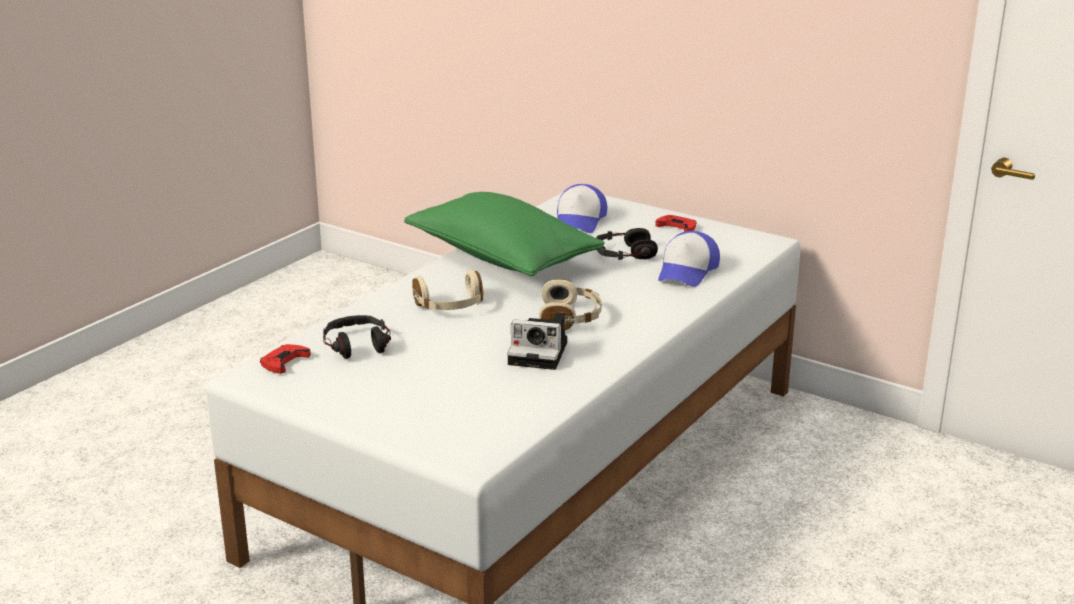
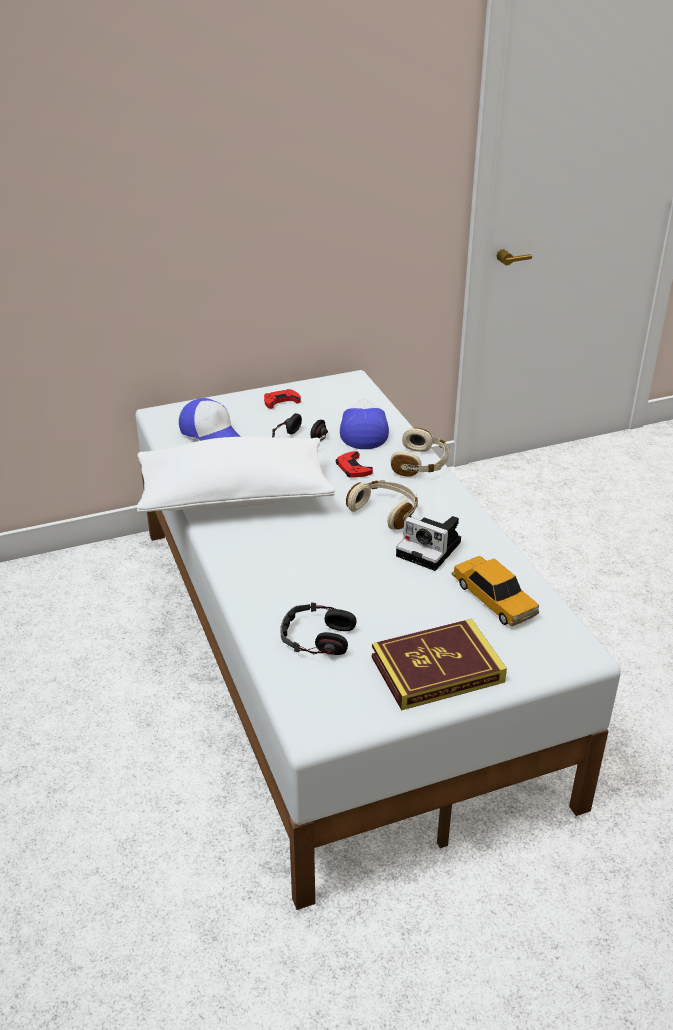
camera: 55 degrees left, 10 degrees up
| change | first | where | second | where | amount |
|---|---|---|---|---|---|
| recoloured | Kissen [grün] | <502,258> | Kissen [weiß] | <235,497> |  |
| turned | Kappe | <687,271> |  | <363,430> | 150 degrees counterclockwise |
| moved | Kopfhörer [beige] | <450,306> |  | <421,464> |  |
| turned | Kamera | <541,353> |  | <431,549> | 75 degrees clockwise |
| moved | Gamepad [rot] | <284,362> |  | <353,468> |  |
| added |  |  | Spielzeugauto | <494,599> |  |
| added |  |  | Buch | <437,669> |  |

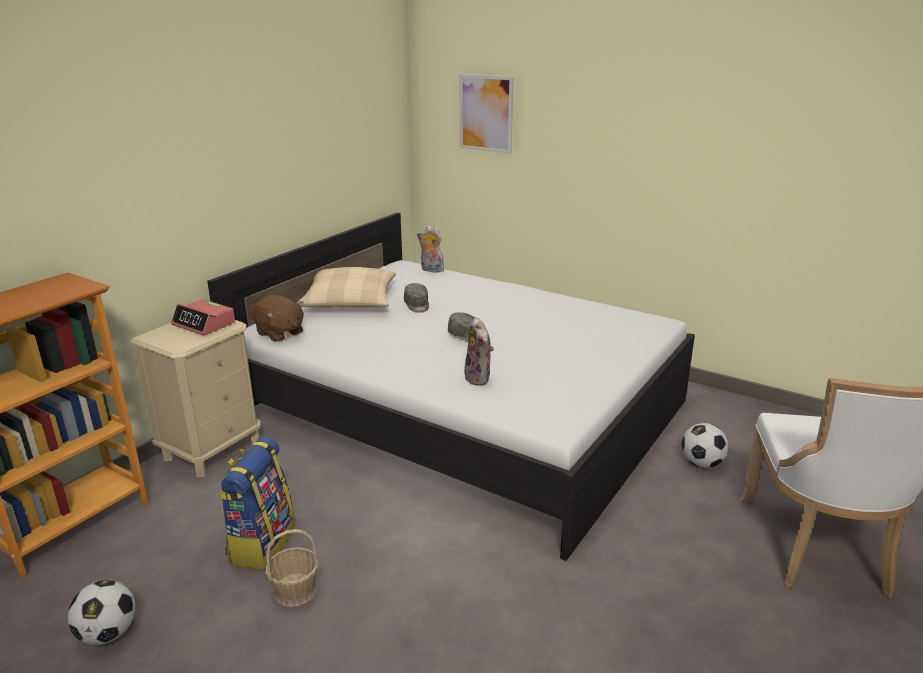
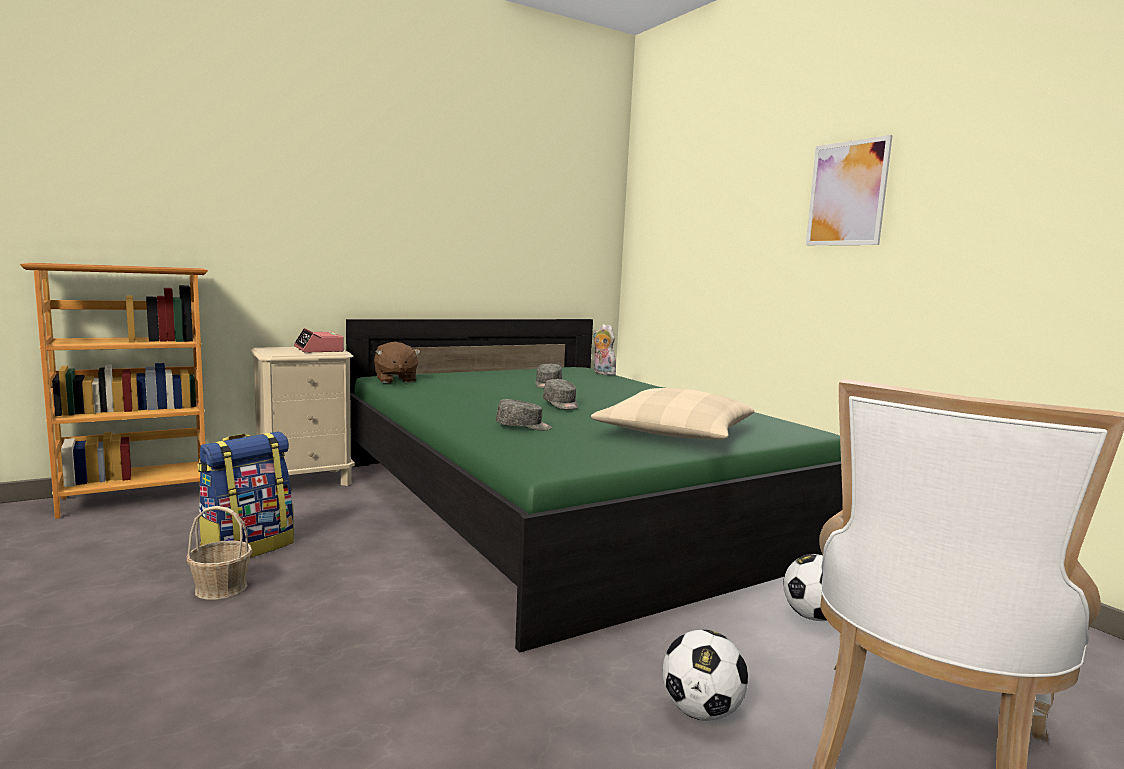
camera: 25 degrees right, 15 degrees down
| change | first | where | second | where | amount |
|---|---|---|---|---|---|
| moved | Bild | <486,113> |  | <847,193> |  |
| recoloured | Bett [weiß] | <460,410> | Bett [grün] | <563,505> |  |
| moved | Kissen [beige] | <349,301> |  | <674,433> |  |
| replaced | Plüschtier | <479,378> | Kappe [grau] | <524,427> |  |
| moved | Fußball | <108,634> |  | <701,711> |  |

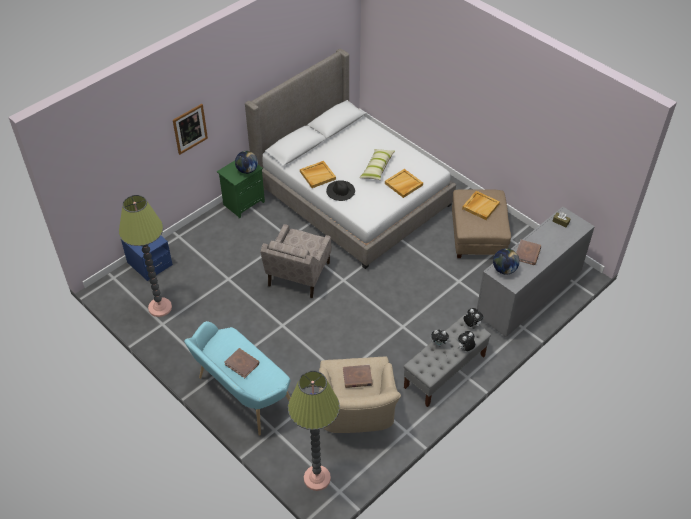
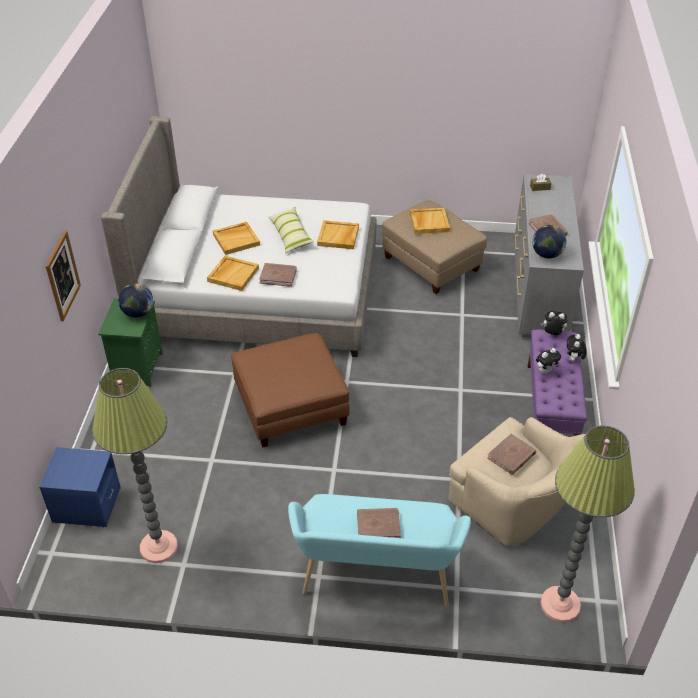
camera: 40 degrees left, 5 degrees down
| change | first | where | second | where | amount |
|---|---|---|---|---|---|
| replaced | Hut [schwarz] | <340,190> | Buch [braun] | <278,276> |  |
| replaced | Sessel [beige] | <298,275> | Polsterhocker [braun] | <291,406> |  |
| recoloured | Bank [grau] | <444,372> | Bank [lila] | <550,407> |  |
| added |  |  | Tablett [beige] | <236,239> |  |

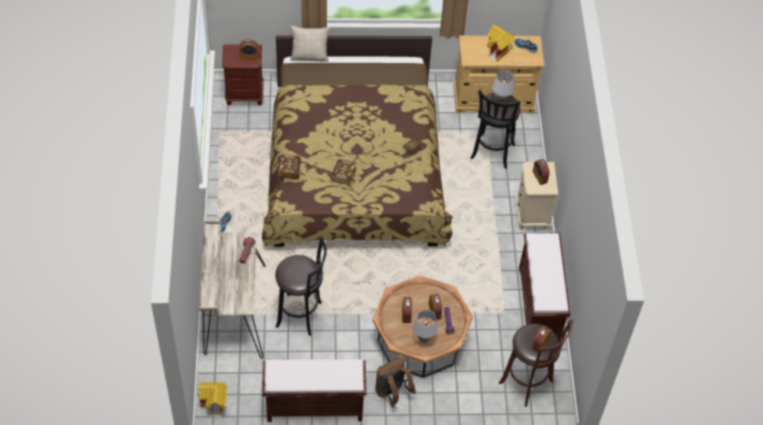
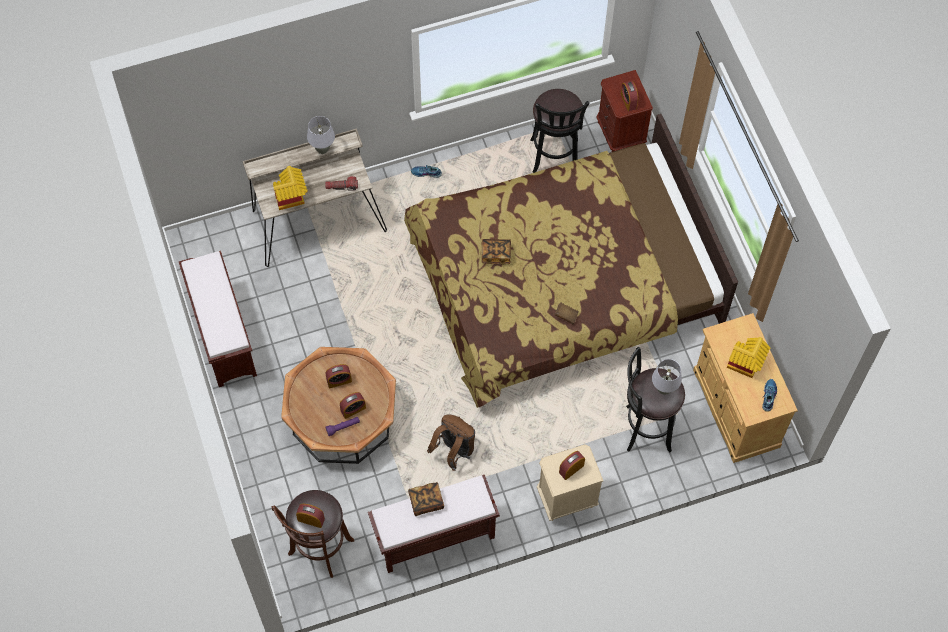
camera: 75 degrees right, 10 degrees up
| change | first | where | second | where | amount |
|---|---|---|---|---|---|
| removed | Kissen [beige] | <309,56> |  |  |  |
| moved | Buch | <289,170> |  | <426,502> |  |
| moved | Hocker [schwarz] | <301,315> |  | <554,158> |  |
| moved | Tischlampe [grau] | <424,338> |  | <322,150> |  |
| moved | Rucksack [braun] | <392,393> |  | <453,450> |  |
| moved | Spielzeughaus | <215,404> |  | <292,198> |  |

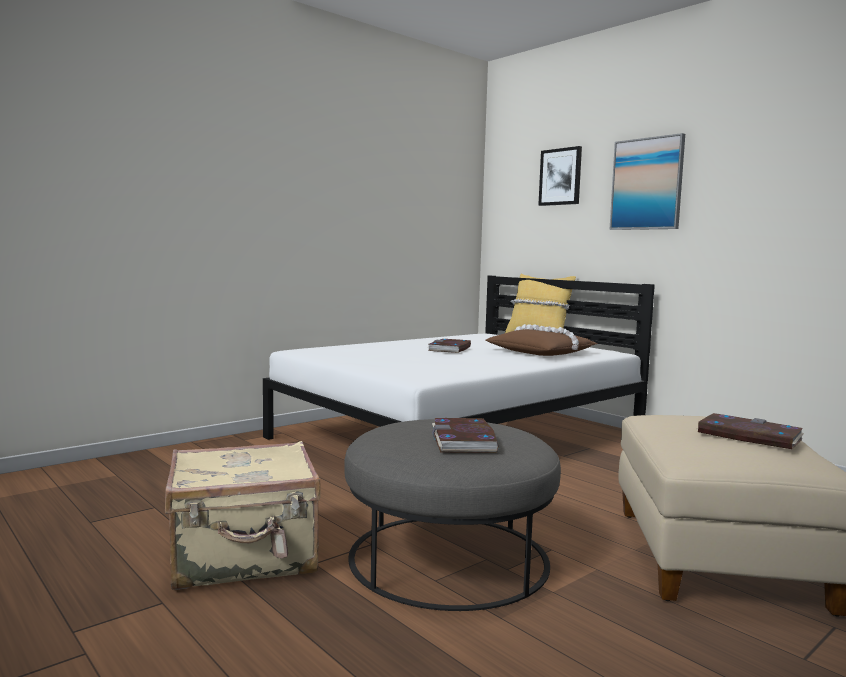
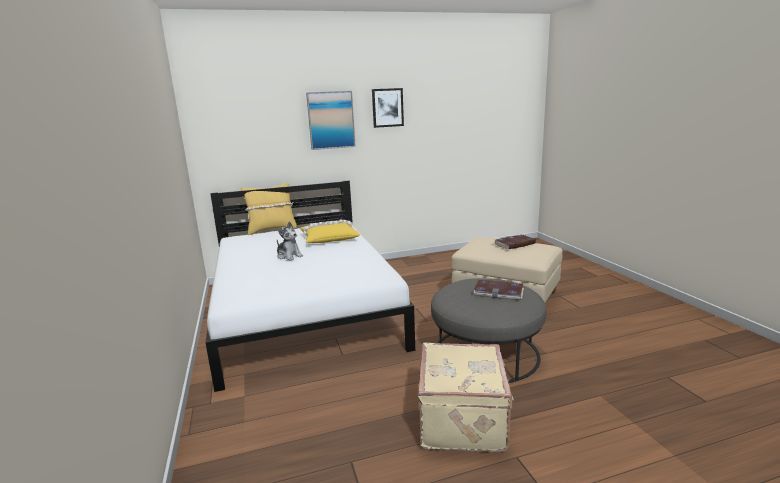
camera: 65 degrees left, 10 degrees up
| change | first | where | second | where | amount |
|---|---|---|---|---|---|
| moved | Bild | <560,177> |  | <387,107> |  |
| recoloured | Kissen [braun] | <541,352> | Kissen [gelb] | <329,238> |  |
| replaced | Buch | <450,349> | Plüschtier | <289,256> |  |

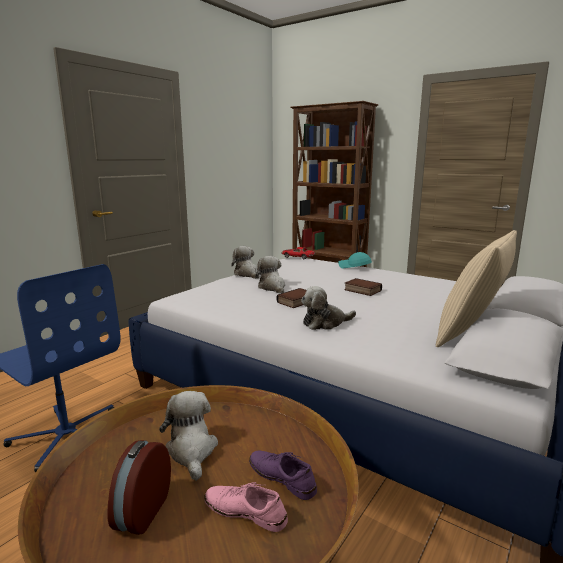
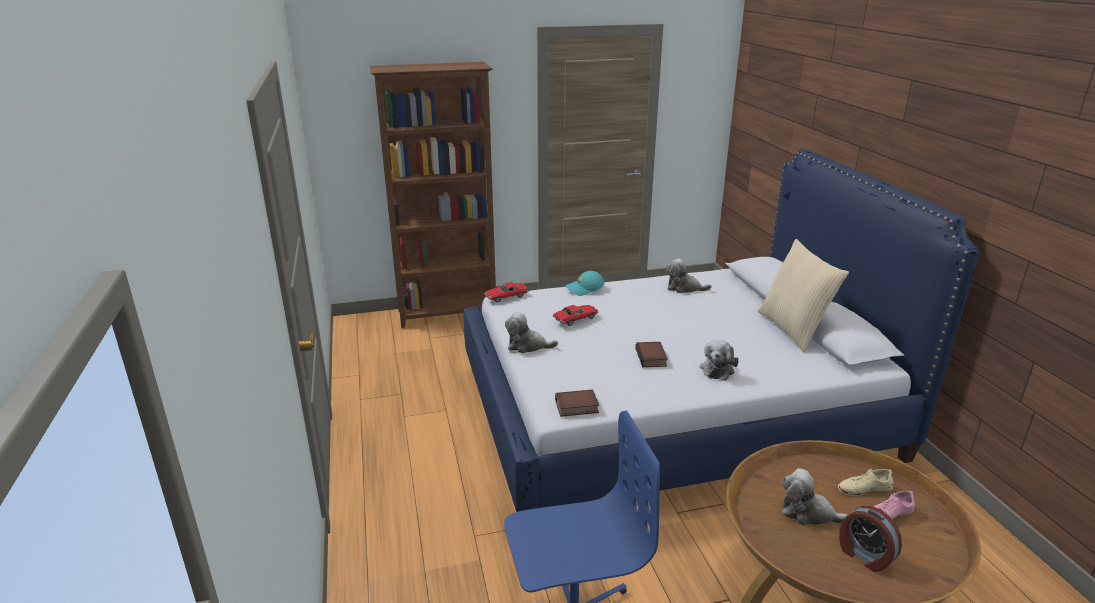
camera: 50 degrees left, 10 degrees up
| change | first | where | second | where | amount |
|---|---|---|---|---|---|
| moved | Plüschtier | <272,287> |  | <684,288> |  |
| moved | Buch | <361,290> |  | <576,407> |  |
| recoloured | Schuh [lila] | <282,477> | Schuh [beige] | <864,488> |  |
| added |  |  | Spielzeugauto | <576,319> |  |

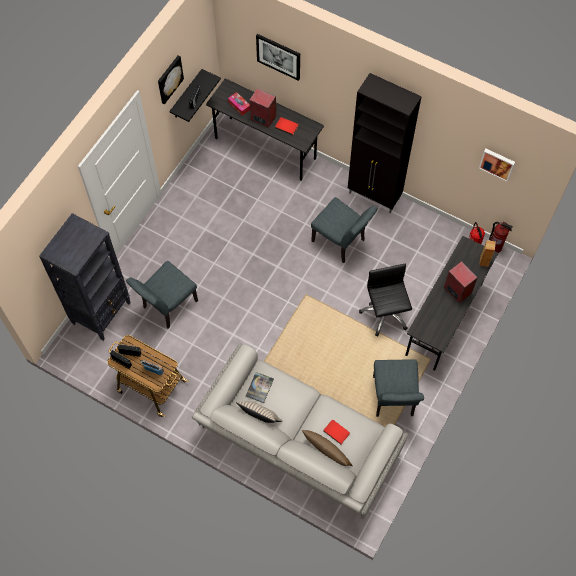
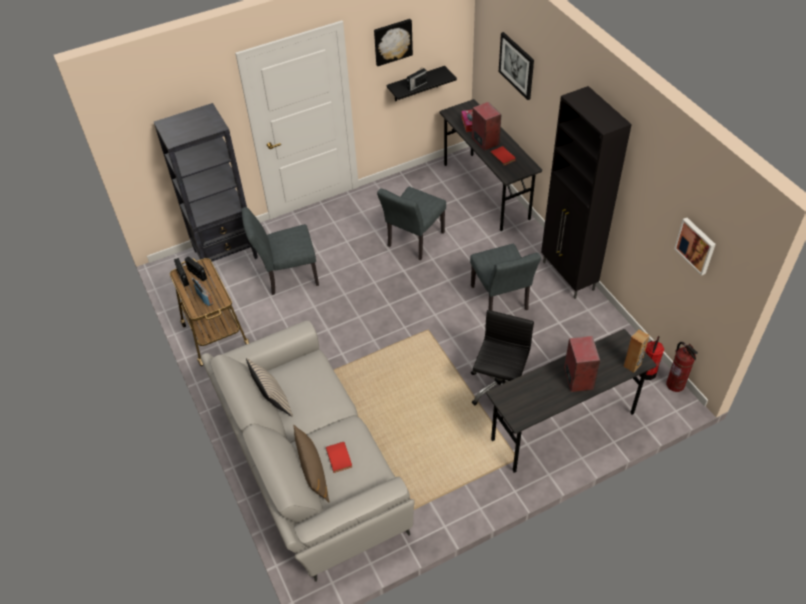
camera: 35 degrees right, 15 degrees down
| change | first | where | second | where | amount |
|---|---|---|---|---|---|
| moved | Stuhl [grau] | <393,400> |  | <413,242> |  |
| removed | Buch | <259,387> |  |  |  |

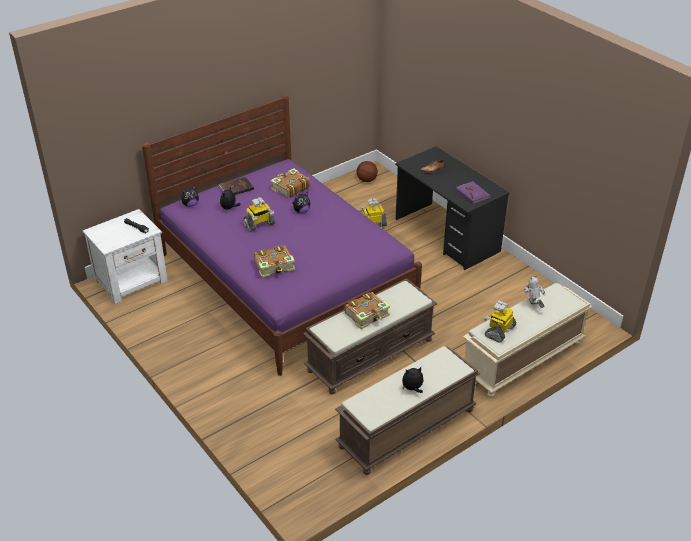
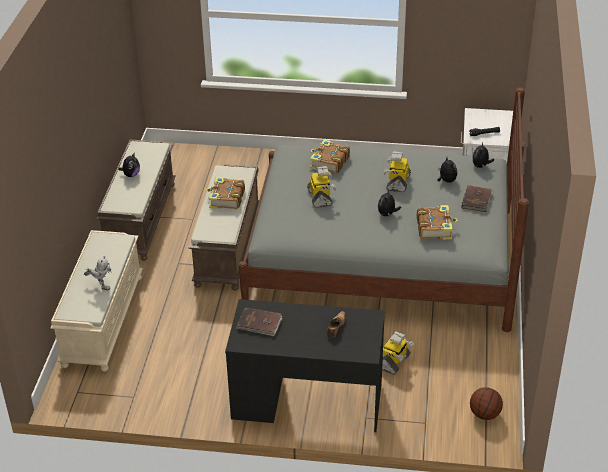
camera: 135 degrees right, 0 degrees up
| change | first | where | second | where | amount |
|---|---|---|---|---|---|
| recoloured | Bett [lila] | <285,278> | Bett [grau] | <381,258> |  |
| recoloured | Buch [lila] | <472,193> | Buch [braun] | <259,324> |  |
| moved | Spielzeugroboter | <499,331> |  | <320,198> |  |

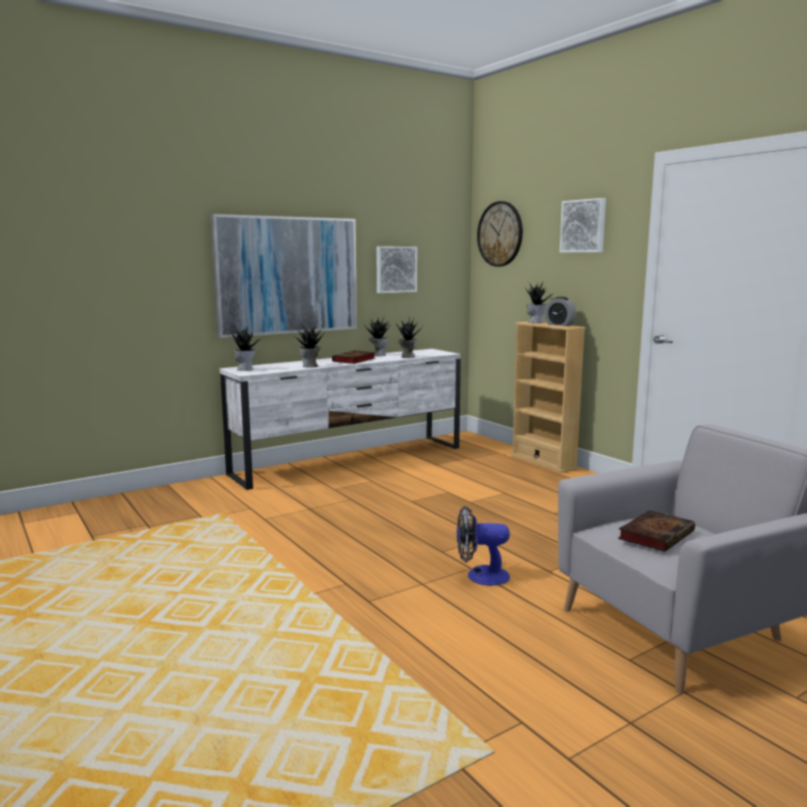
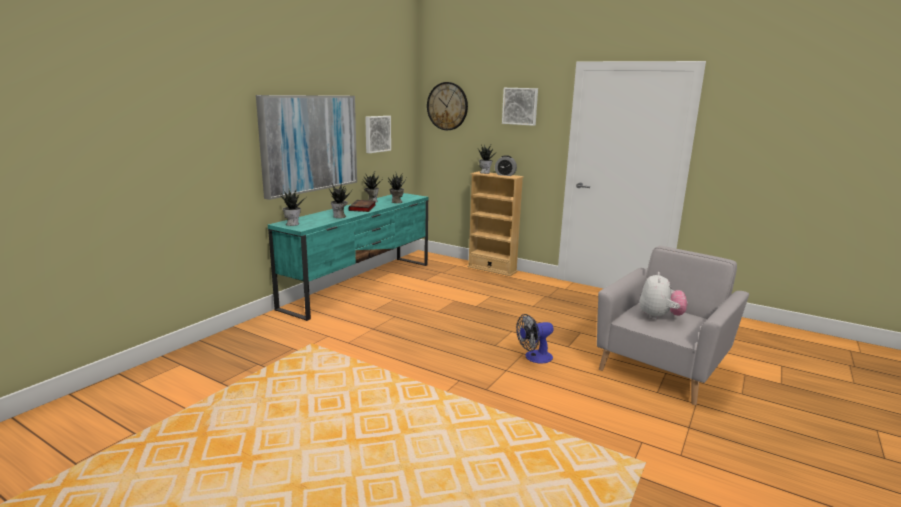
camera: 25 degrees left, 5 degrees up
| change | first | where | second | where | amount |
|---|---|---|---|---|---|
| recoloured | Fernsehschrank [weiß] | <351,460> | Fernsehschrank [türkis] | <361,284> |  |
| replaced | Buch | <656,535> | Plüschtier | <659,317> |  |

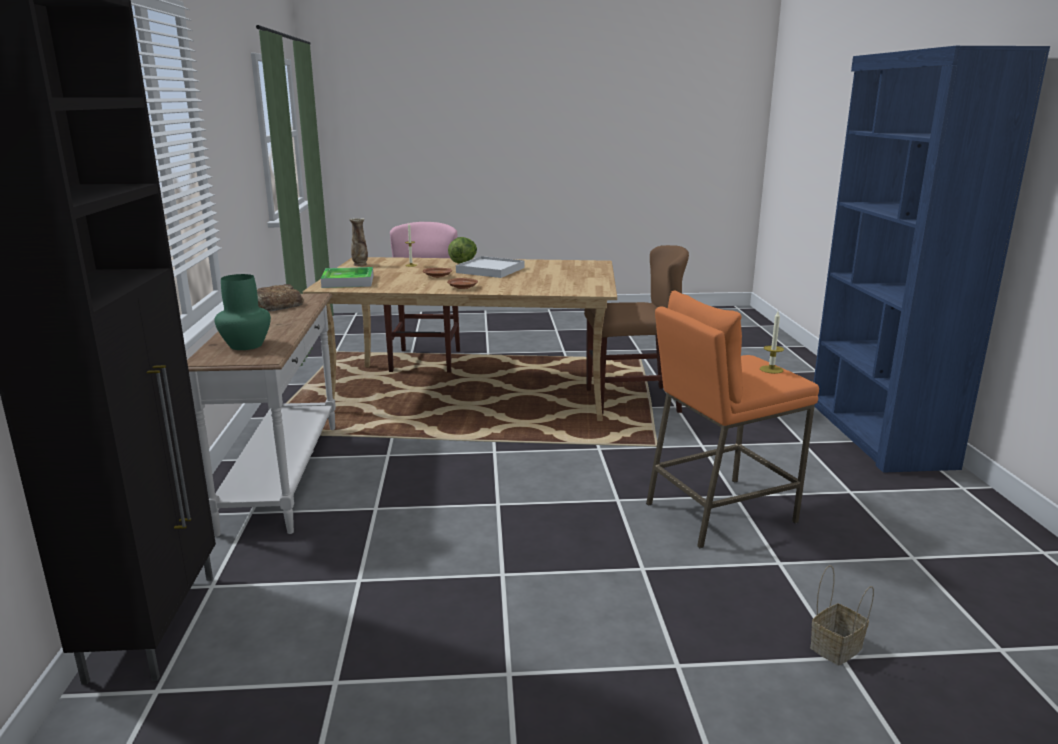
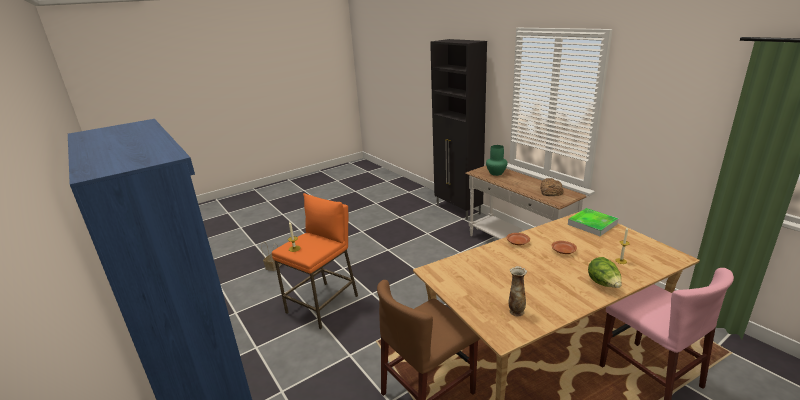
camera: 150 degrees right, 5 degrees up
| change | first | where | second | where | amount |
|---|---|---|---|---|---|
| moved | Vase | <360,265> |  | <516,311> |  |
| removed | Tablett [weiß] | <490,270> |  |  |  |

